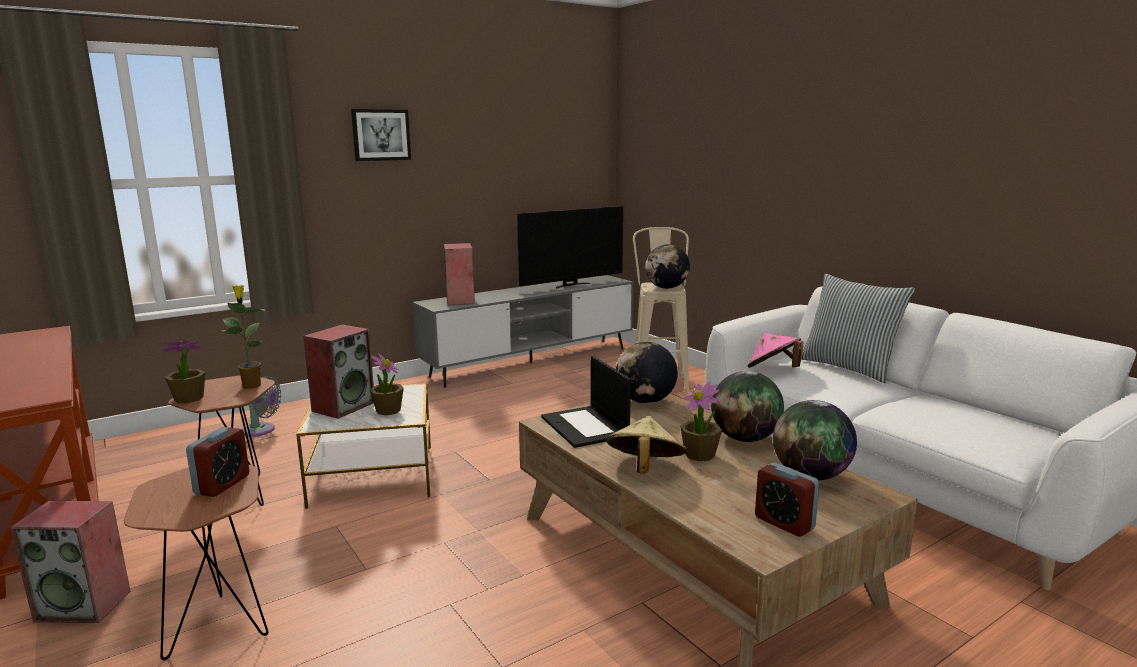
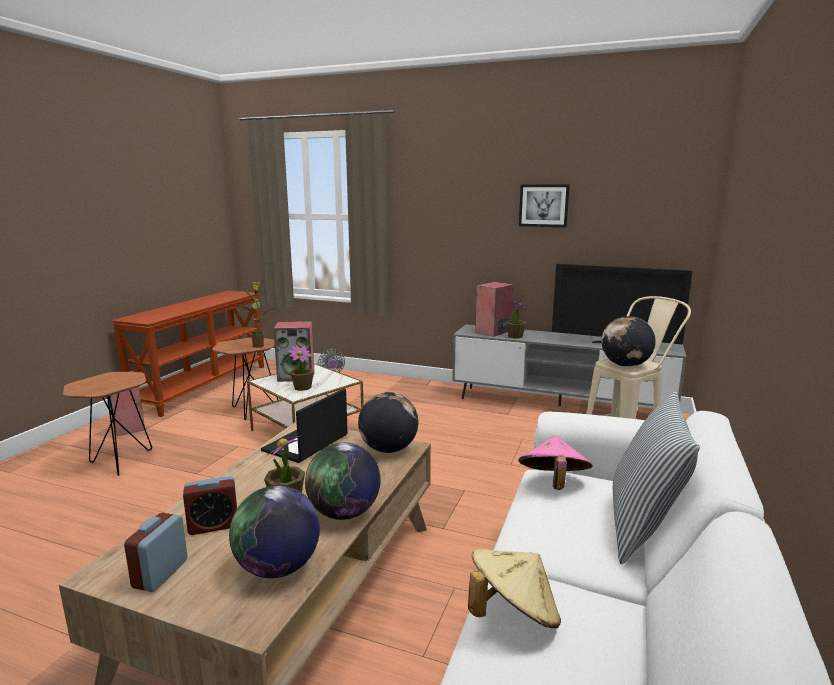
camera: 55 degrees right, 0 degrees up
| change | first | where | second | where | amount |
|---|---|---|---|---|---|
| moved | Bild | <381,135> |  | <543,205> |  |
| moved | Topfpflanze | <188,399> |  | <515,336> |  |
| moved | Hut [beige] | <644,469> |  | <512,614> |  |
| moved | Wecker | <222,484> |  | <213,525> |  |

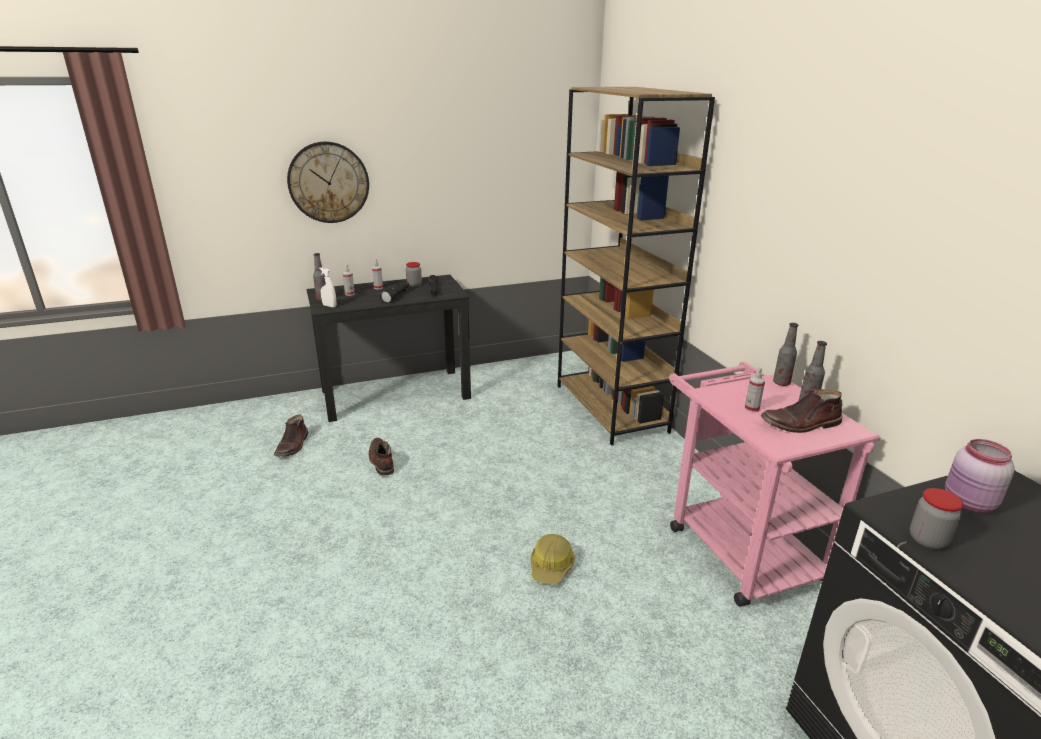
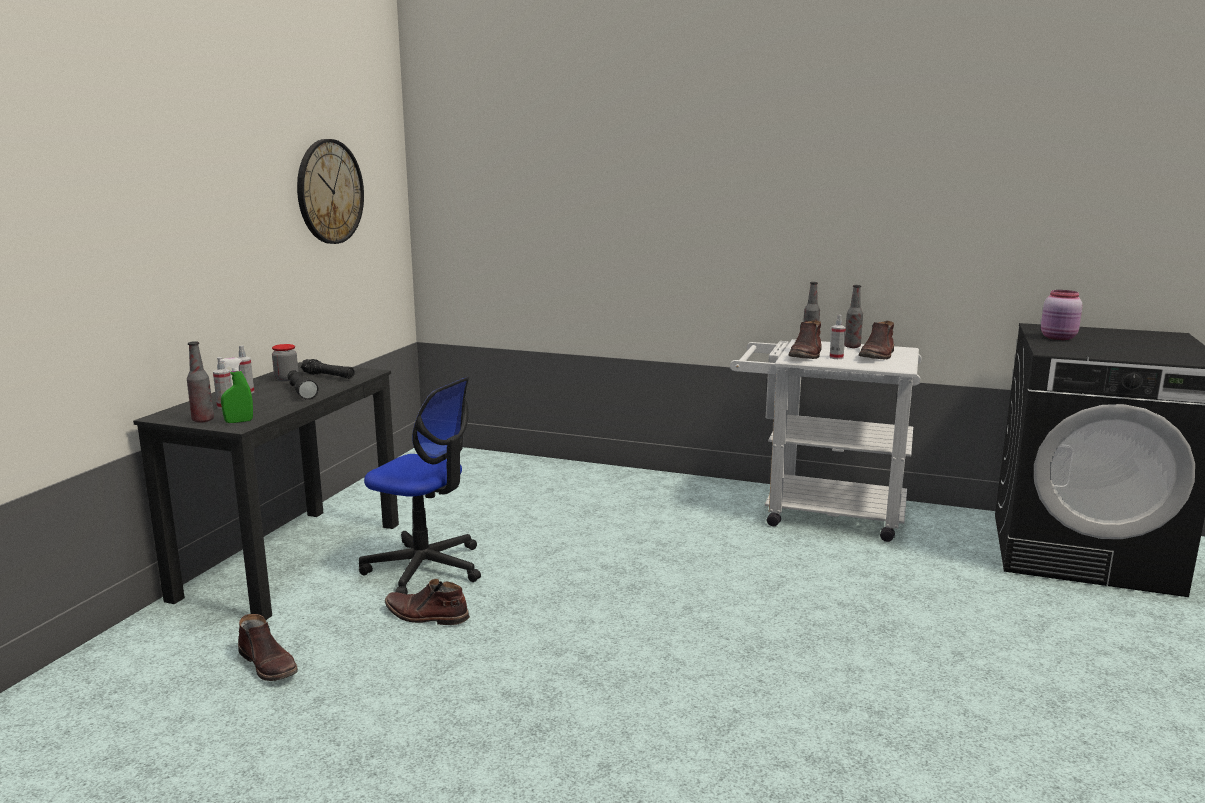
camera: 50 degrees left, 10 degrees down
| change | first | where | second | where | amount |
|---|---|---|---|---|---|
| removed | Bücherregal [braun] | <611,408> |  |  |  |
| moved | Wanduhr | <328,182> |  | <329,192> |  |
| recoloured | Sprühflasche [weiß] | <329,306> | Sprühflasche [grün] | <239,421> |  |
| recoloured | Rollwagen [rosa] | <736,544> | Rollwagen [weiß] | <819,512> |  |
| removed | Vorratsglas | <927,540> |  |  |  |
| removed | Schutzhelm | <551,566> |  |  |  |
| added |  |  | Stiefel [braun] | <806,355> |  |
| added |  |  | Bürostuhl | <425,568> |  |

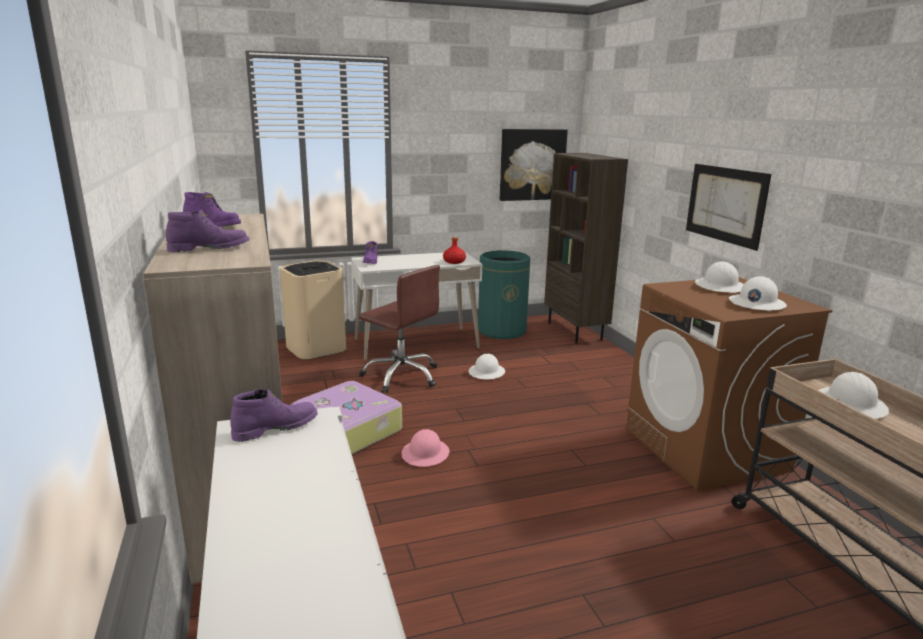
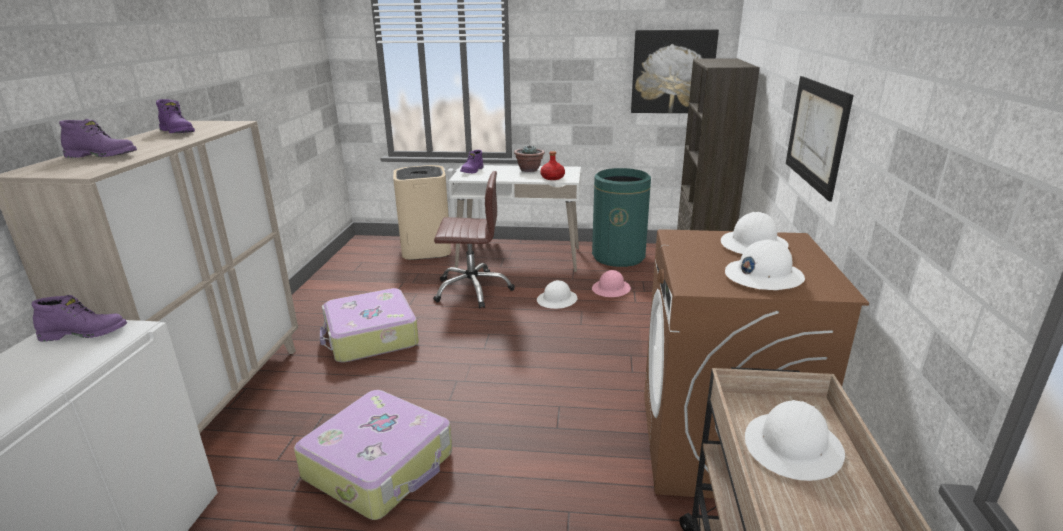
camera: 25 degrees right, 5 degrees up
| change | first | where | second | where | amount |
|---|---|---|---|---|---|
| turned | Bürostuhl [braun] | <402,376> |  | <472,290> | 60 degrees counterclockwise |
| moved | Schutzhelm [rosa] | <425,454> |  | <611,289> |  |
| added |  |  | Topfpflanze | <529,170> |  |
| added |  |  | Koffer | <380,465> |  |

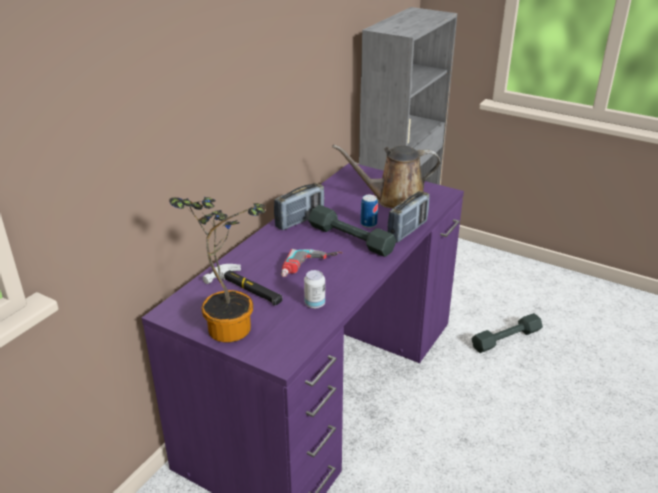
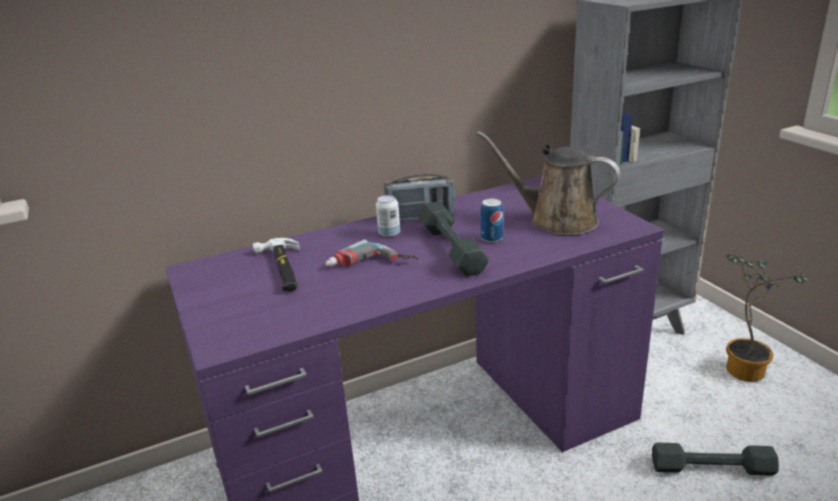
camera: 35 degrees right, 5 degrees down
| change | first | where | second | where | amount |
|---|---|---|---|---|---|
| removed | Radio | <407,231> |  |  |  |
| moved | Topfpflanze | <228,325> |  | <744,367> |  |
| moved | Dose | <314,304> |  | <389,234> |  |

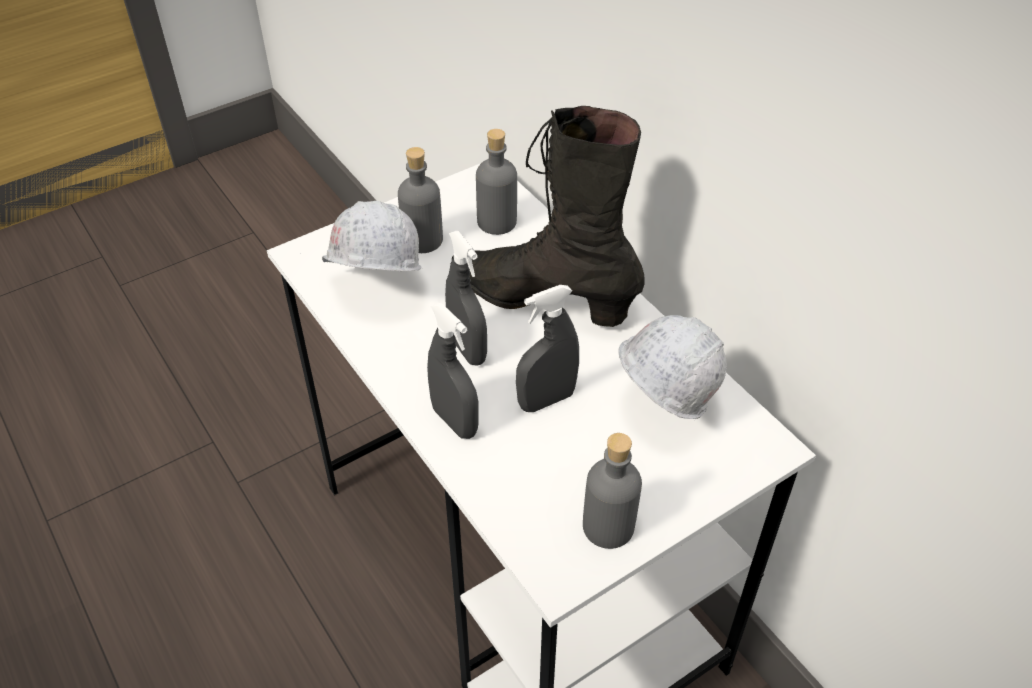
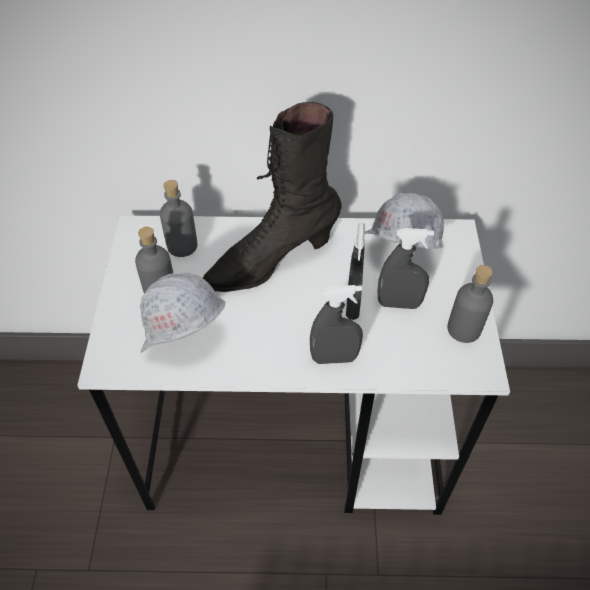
camera: 55 degrees left, 5 degrees up
| change | first | where | second | where | amount |
|---|---|---|---|---|---|
| moved | Sprühflasche [grau] | <467,349> |  | <399,304> |  |

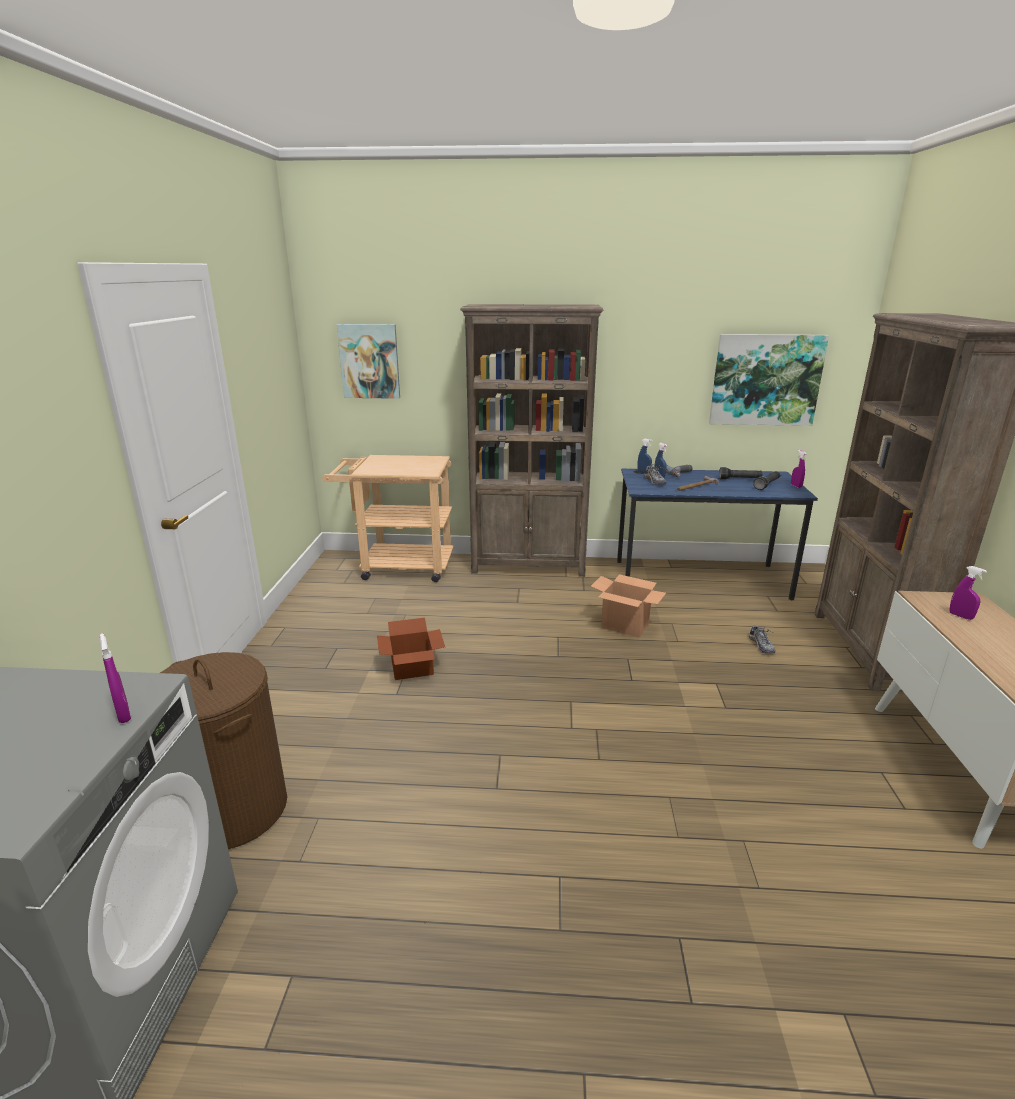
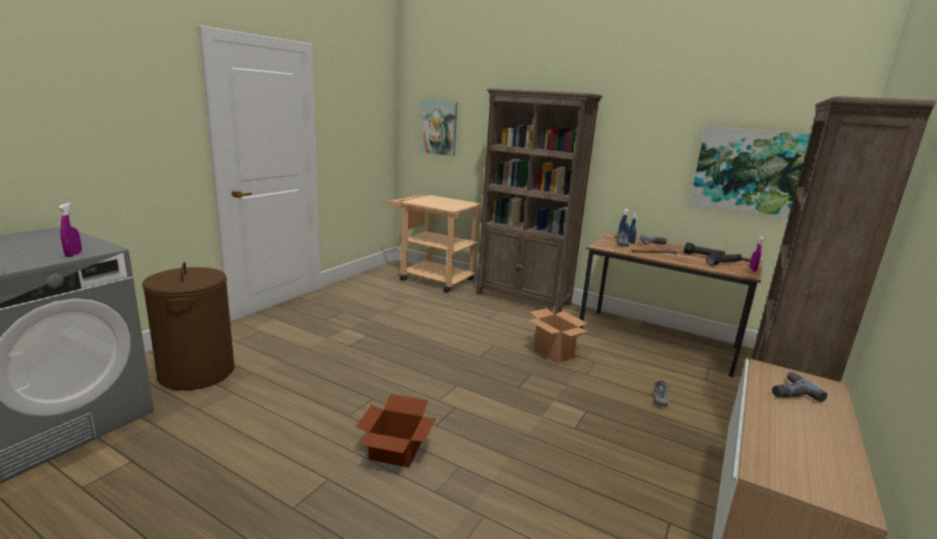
camera: 25 degrees right, 5 degrees down
| change | first | where | second | where | amount |
|---|---|---|---|---|---|
| recoloured | Schreibtisch [blau] | <700,579> | Schreibtisch [braun] | <657,341> |  |
| replaced | Sprühflasche [lila] | <960,616> | Bohrmaschine | <788,391> |  |
| moved | Karton | <411,668> |  | <394,451> |  |

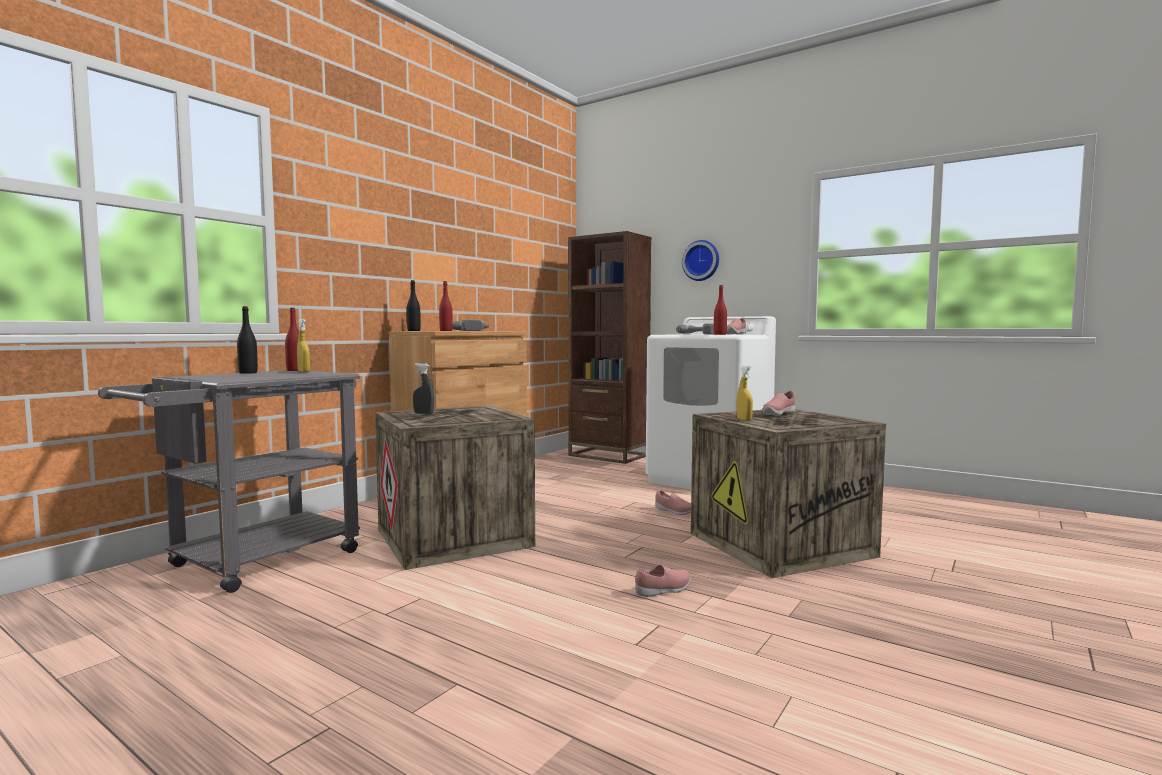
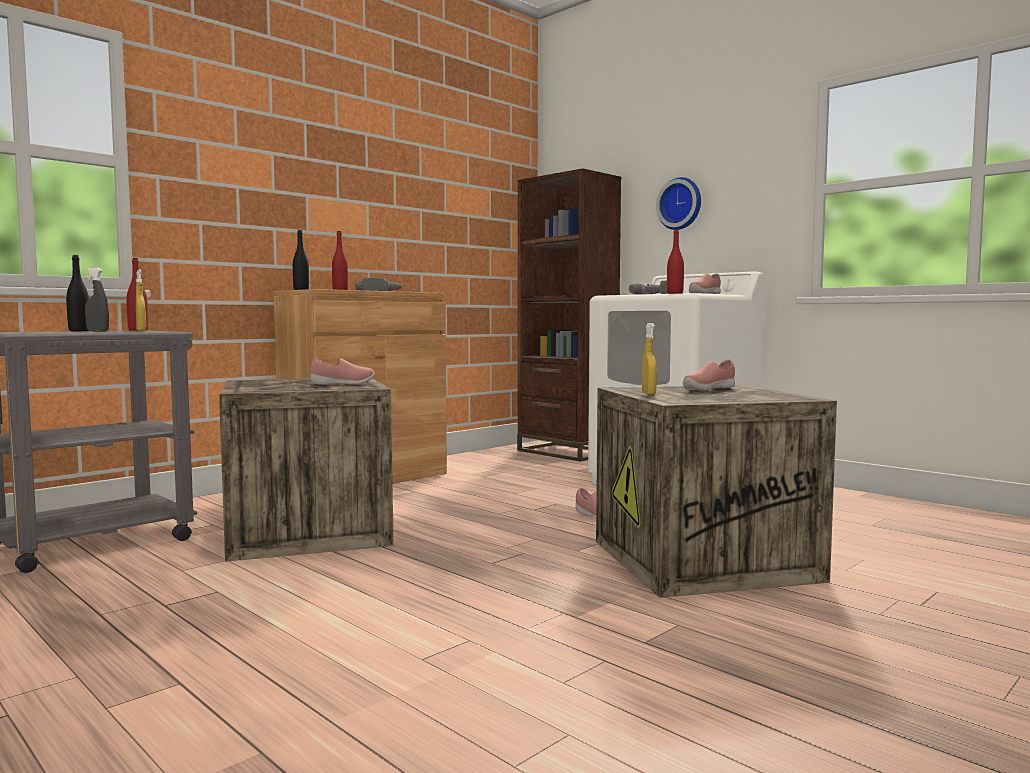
camera: 10 degrees right, 0 degrees up
| change | first | where | second | where | amount |
|---|---|---|---|---|---|
| moved | Sprühflasche [grau] | <423,413> |  | <97,331> |  |
| moved | Schuh [rosa] | <663,591> |  | <343,384> |  |

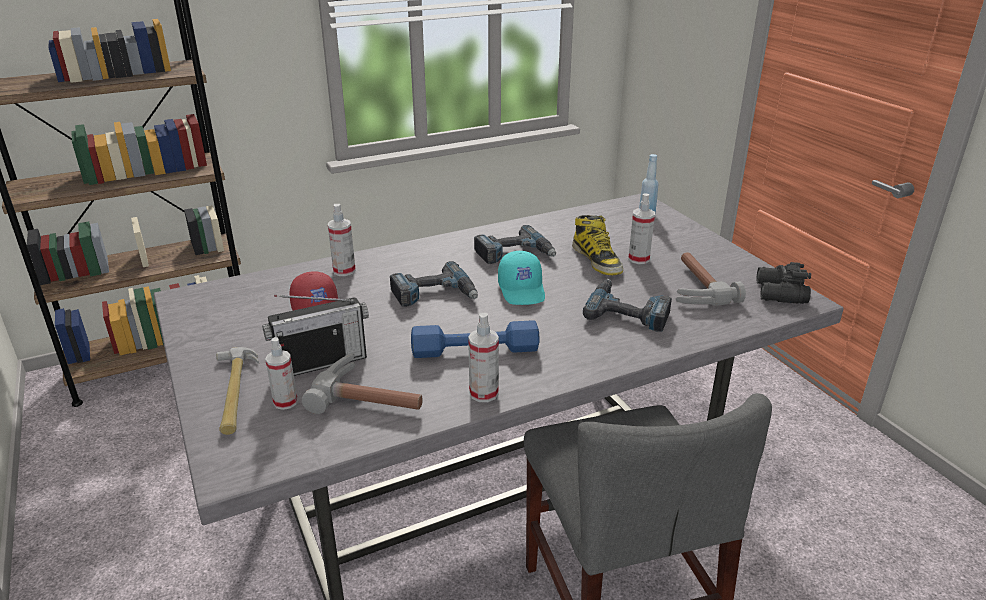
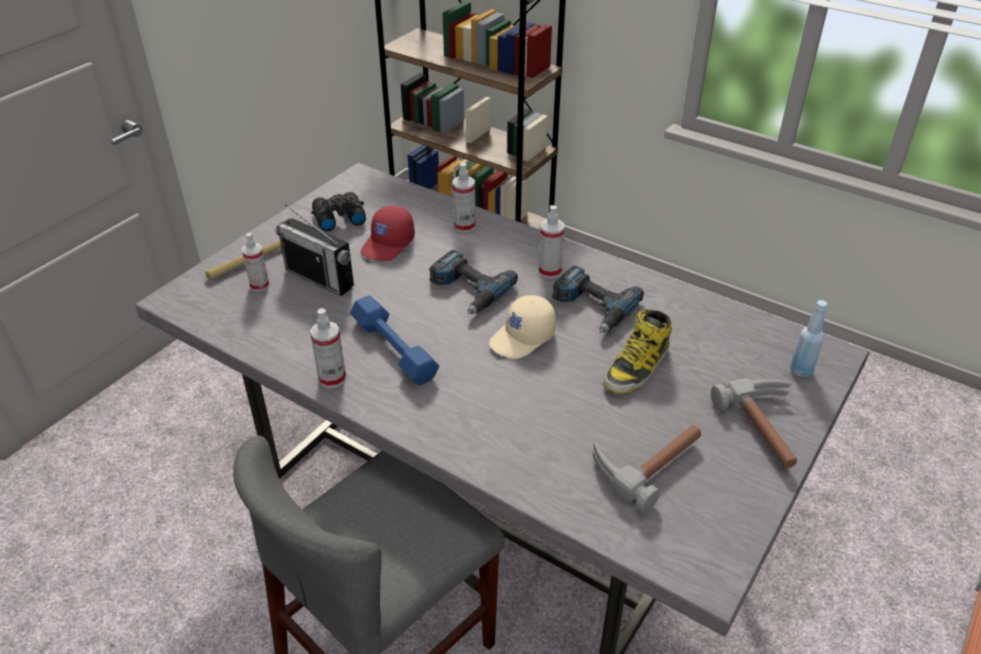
camera: 60 degrees right, 10 degrees up
| change | first | where | second | where | amount |
|---|---|---|---|---|---|
| moved | Sprühflasche | <638,259> |  | <549,271> |  |
| recoloured | Kappe [türkis] | <522,290> | Kappe [beige] | <523,338> |  |
| moved | Fernglas [schwarz] | <779,293> |  | <338,218> |  |
| removed | Bohrmaschine | <628,311> |  |  |  |
| moved | Hammer | <372,396> |  | <770,428> |  |

